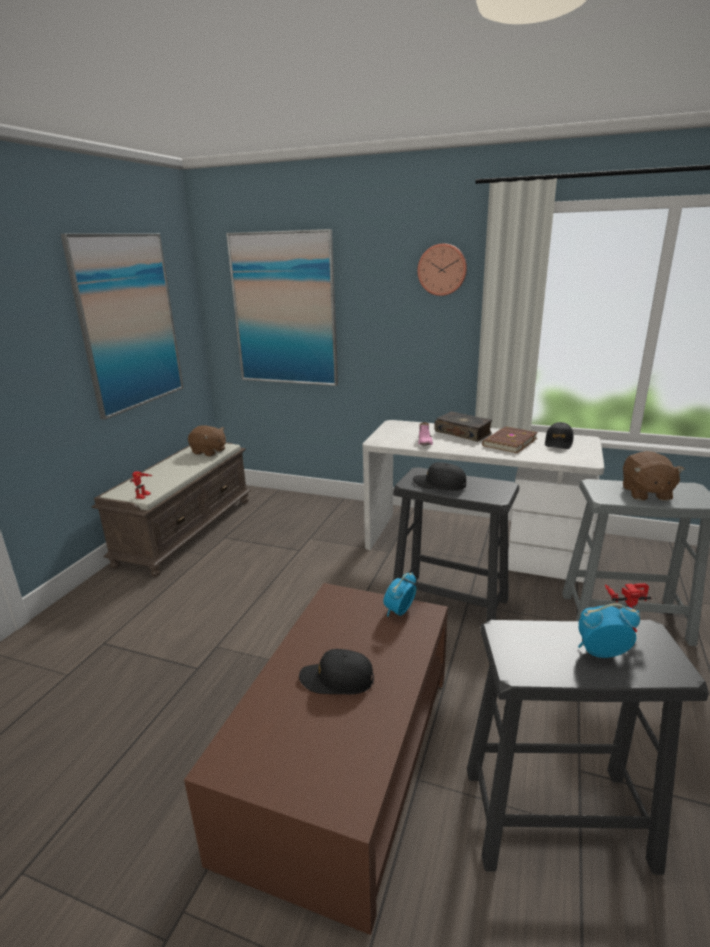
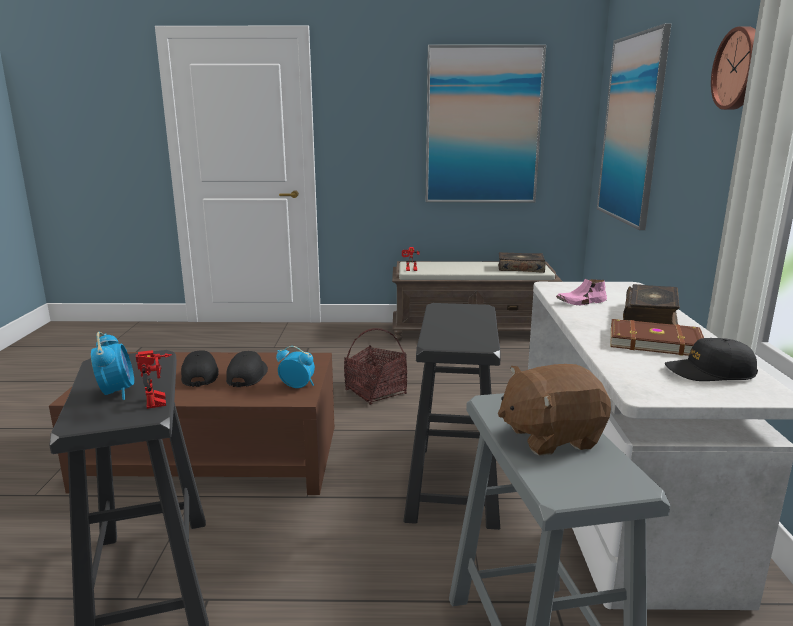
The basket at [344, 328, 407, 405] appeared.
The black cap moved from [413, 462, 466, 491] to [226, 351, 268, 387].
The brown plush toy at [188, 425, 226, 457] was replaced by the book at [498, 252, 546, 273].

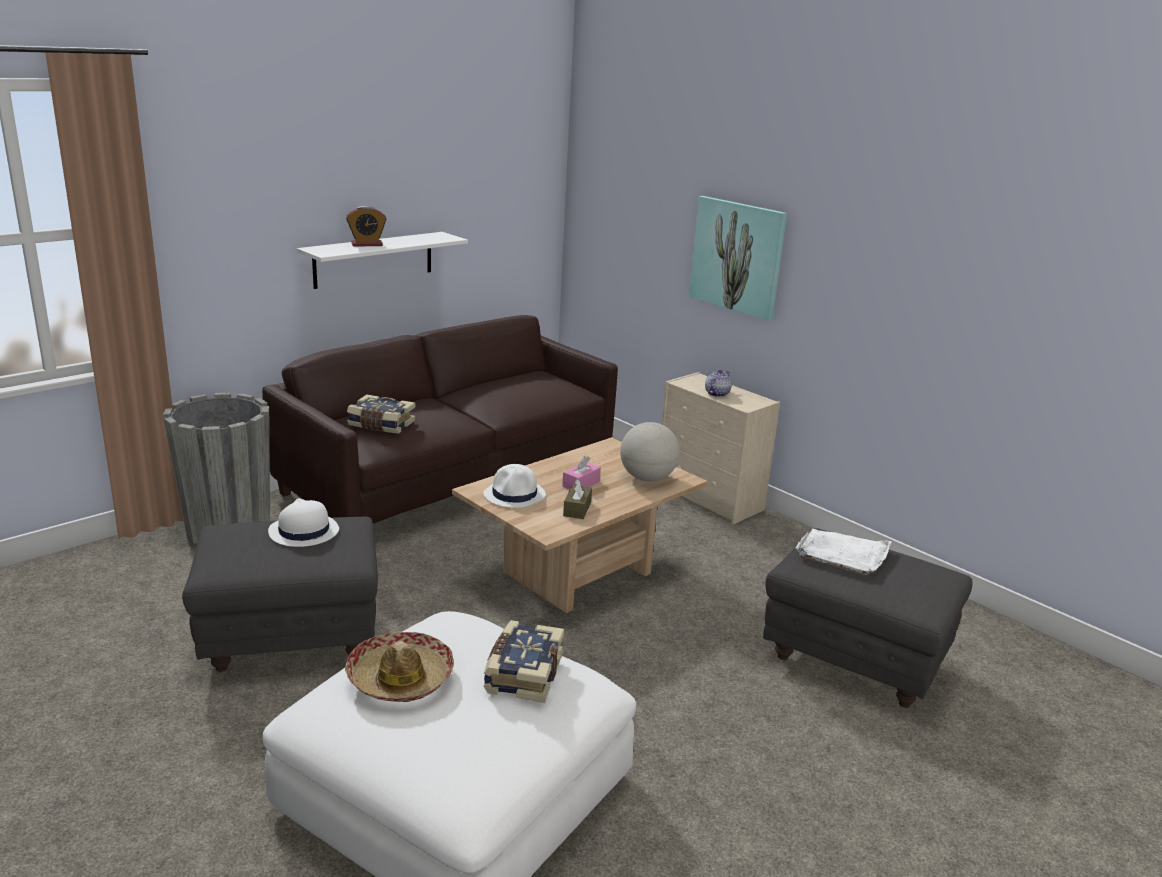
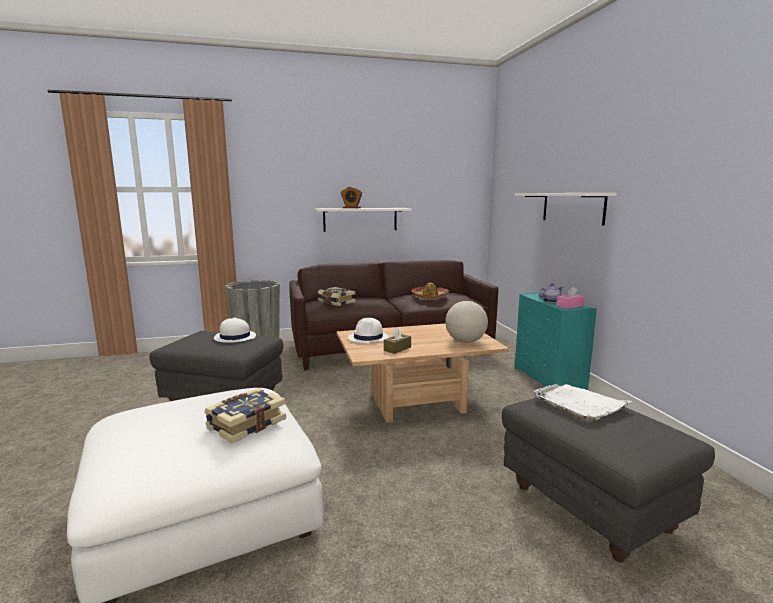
The hat moved from [345, 632, 454, 702] to [411, 282, 449, 299].
The pink tissue box moved from [562, 456, 601, 490] to [557, 287, 585, 309].
The picture at [689, 196, 787, 321] was replaced by the white shelf at [515, 193, 617, 226].
The beige dresser at [662, 372, 780, 524] became the turquoise dresser at [515, 293, 597, 390].

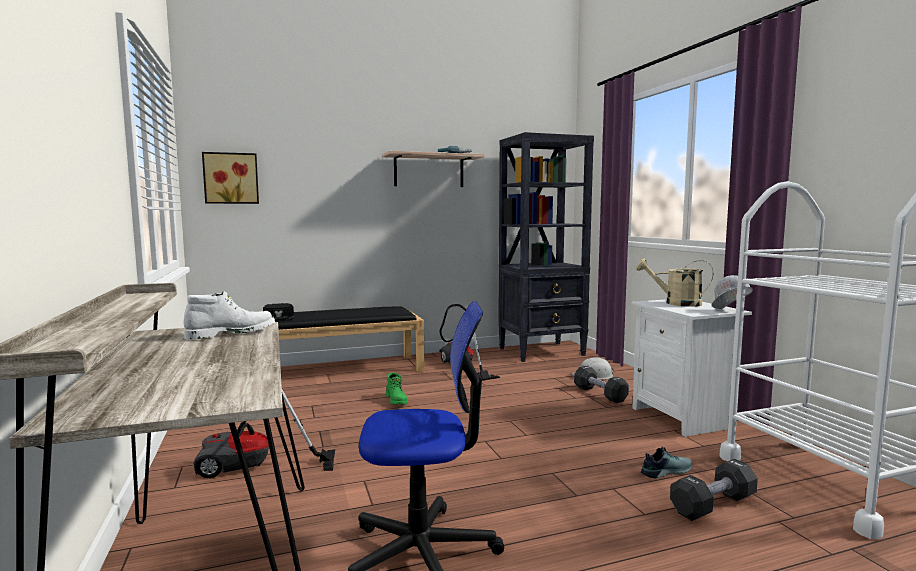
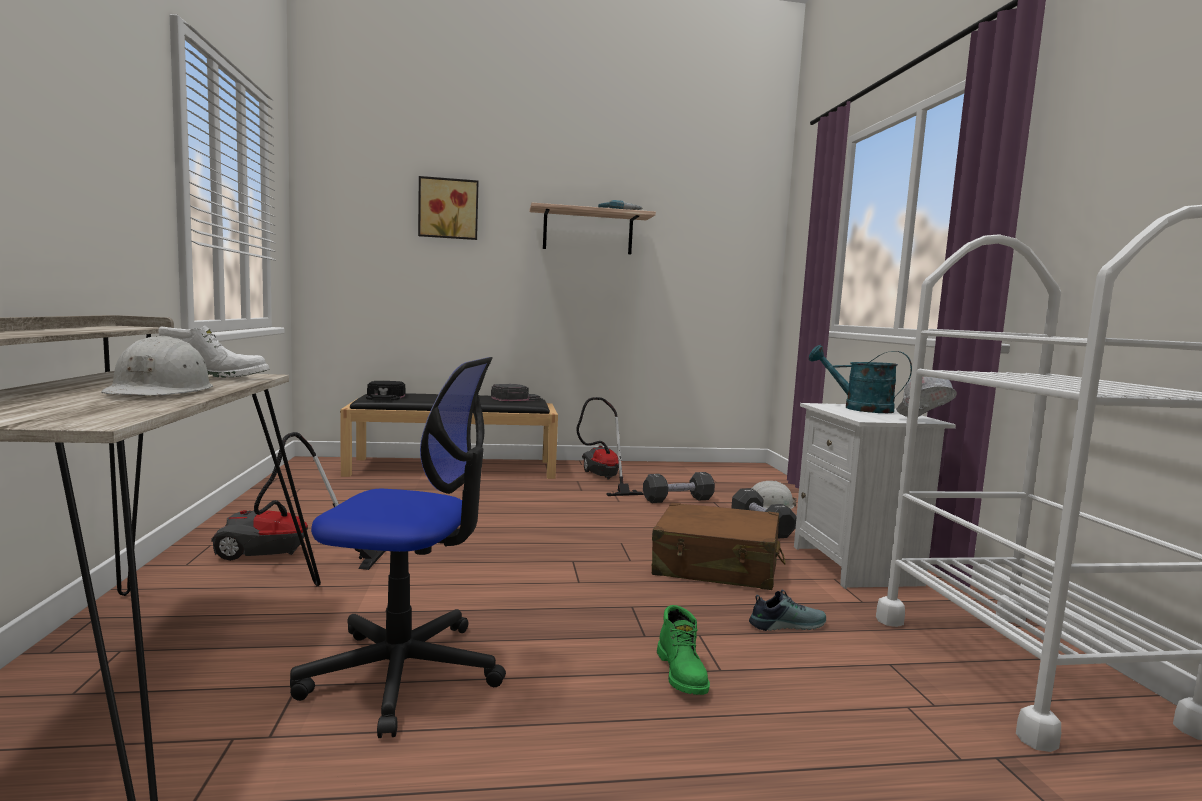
The black bookcase at [498, 132, 594, 362] disappeared.
The white hard hat at [101, 336, 213, 396] appeared.
The black cap at [491, 384, 540, 401] appeared.
The brown suitcase at [652, 503, 786, 590] appeared.
The picture moved from [202, 152, 259, 204] to [418, 176, 478, 240].
The green boot moved from [386, 373, 408, 404] to [657, 605, 710, 695].
The black dumbbell moved from [670, 459, 758, 521] to [643, 472, 715, 503].
The beige watering can at [636, 258, 713, 307] became the turquoise watering can at [809, 345, 912, 413].

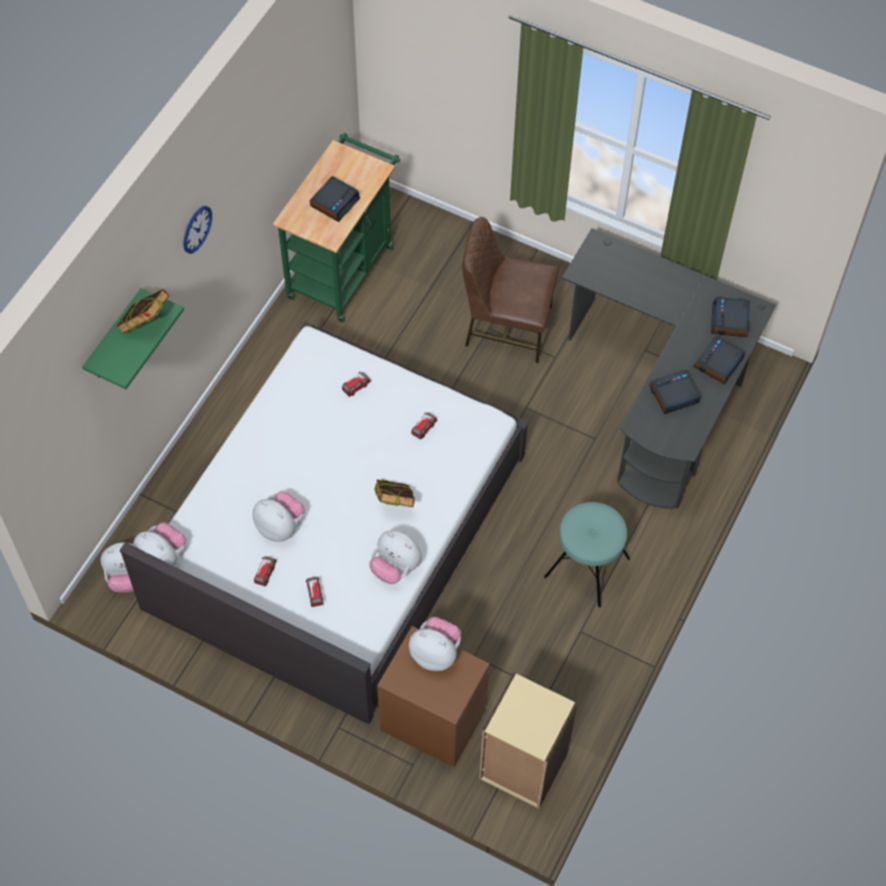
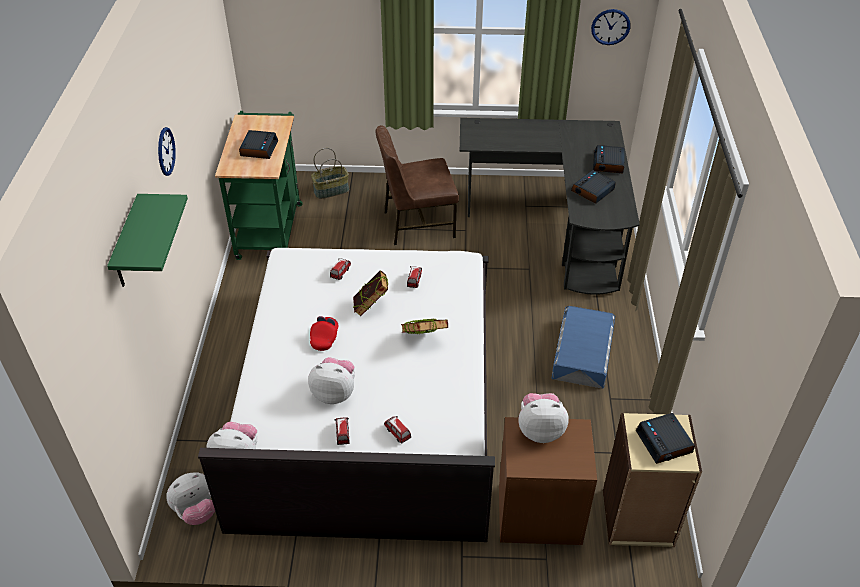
The plush toy at [369, 530, 422, 584] disappeared.
The red cap at [310, 316, 339, 351] appeared.
The basket at [311, 148, 349, 199] appeared.
The wall clock at [591, 9, 630, 45] appeared.
The book moved from [116, 289, 169, 333] to [353, 270, 388, 317].
The alarm clock moved from [711, 297, 750, 337] to [636, 413, 695, 464].
The turquoise stool at [544, 502, 630, 607] was replaced by the blue storage box at [552, 306, 615, 389].

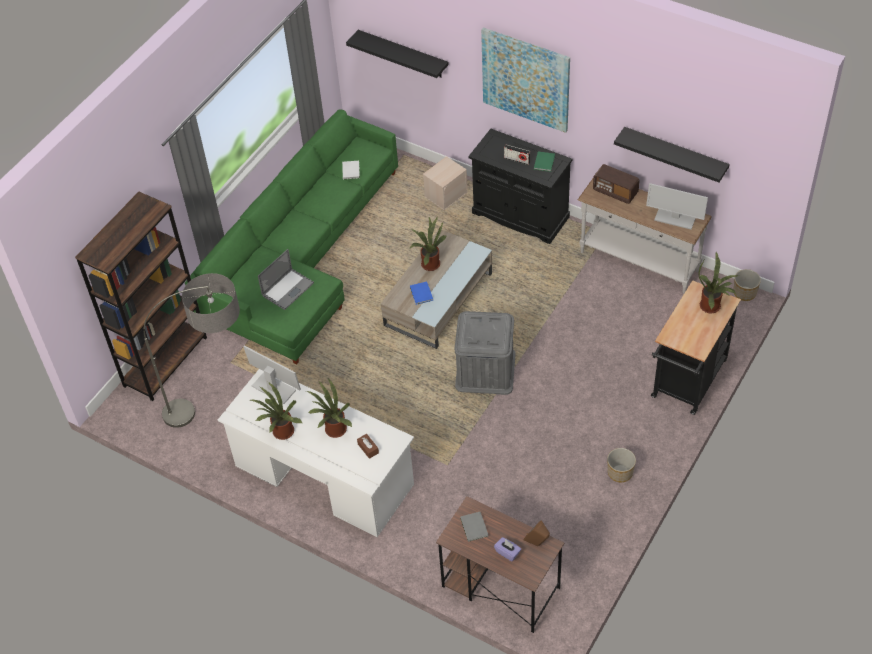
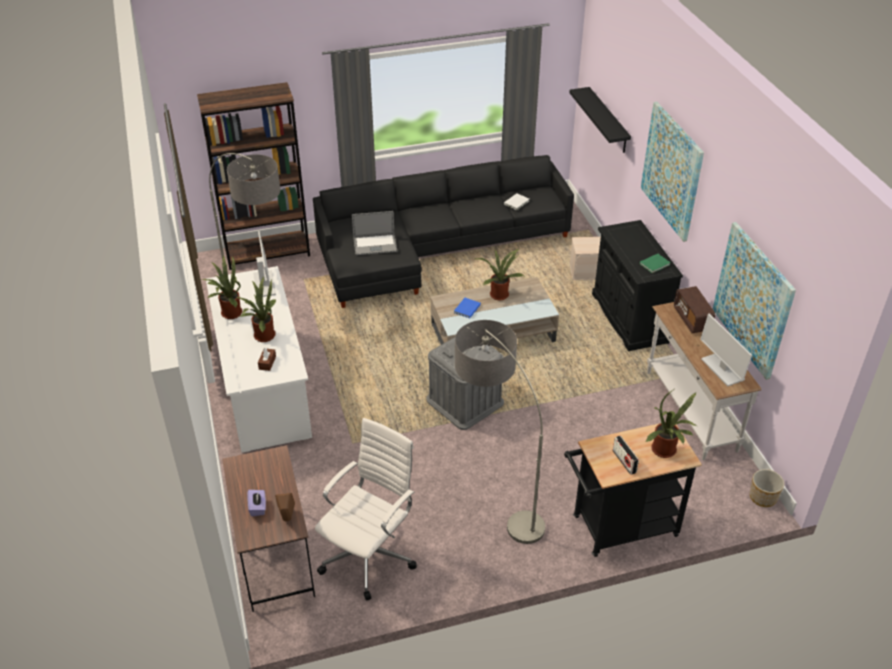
The grey book at [460, 512, 489, 542] disappeared.
The planter at [607, 448, 636, 482] disappeared.
The white office chair at [315, 418, 417, 601] appeared.
The floor lamp at [455, 320, 545, 544] appeared.
The radio moved from [504, 145, 530, 165] to [613, 436, 639, 475].
The black shelf at [614, 127, 730, 182] was replaced by the picture at [713, 222, 796, 380].
The green sofa at [185, 109, 398, 365] became the black sofa at [313, 155, 574, 308].

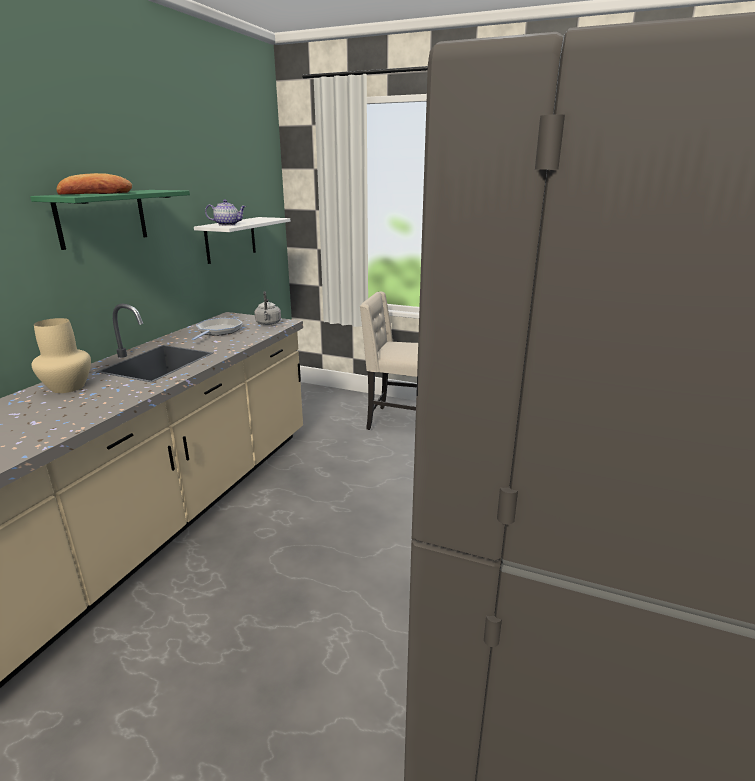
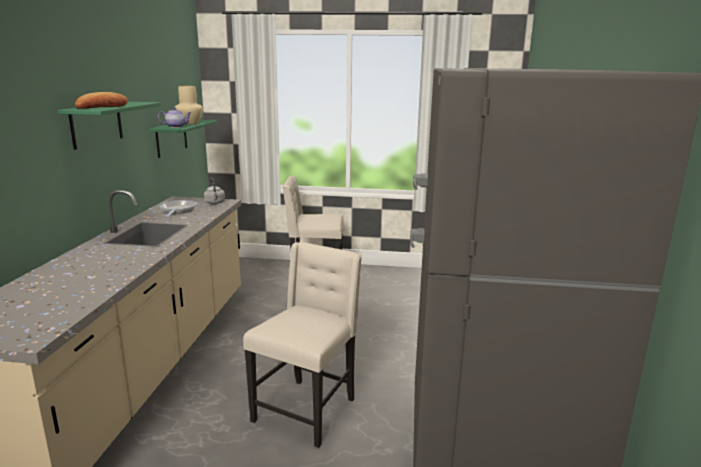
The beige chair at [243, 242, 362, 448] appeared.
The beige vase moved from [31, 318, 91, 393] to [175, 86, 203, 125].
The white shelf at [194, 217, 290, 264] became the green shelf at [150, 120, 217, 158].

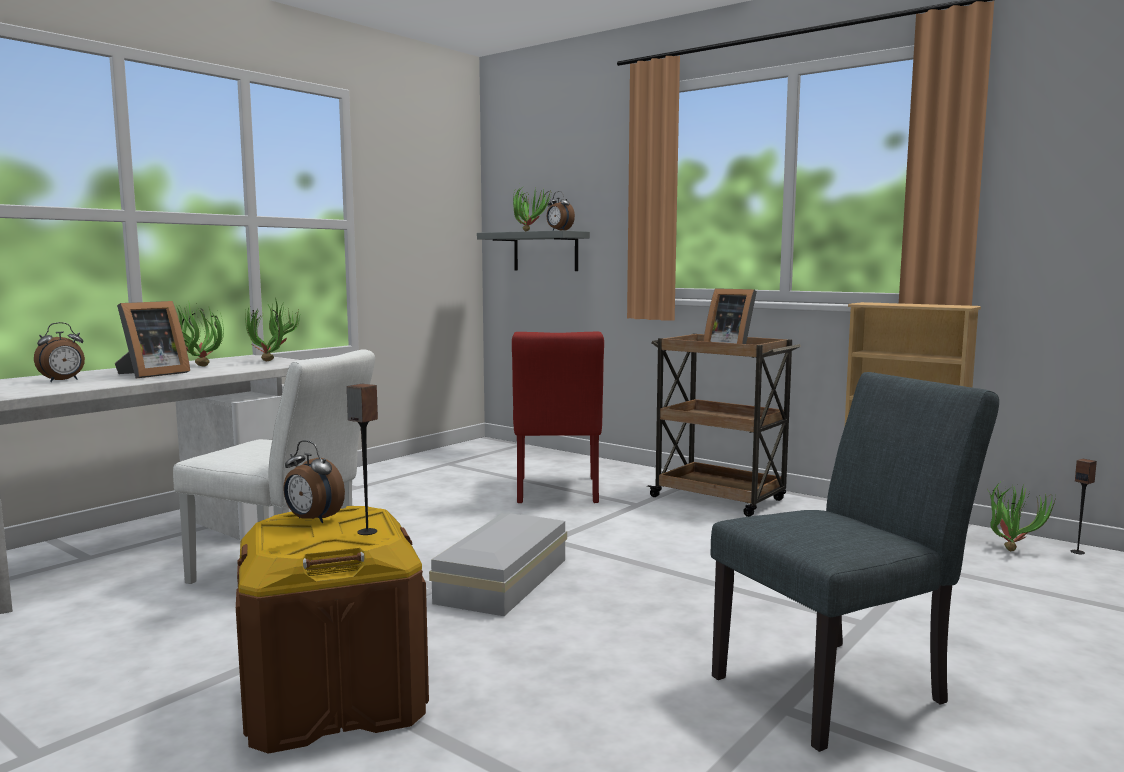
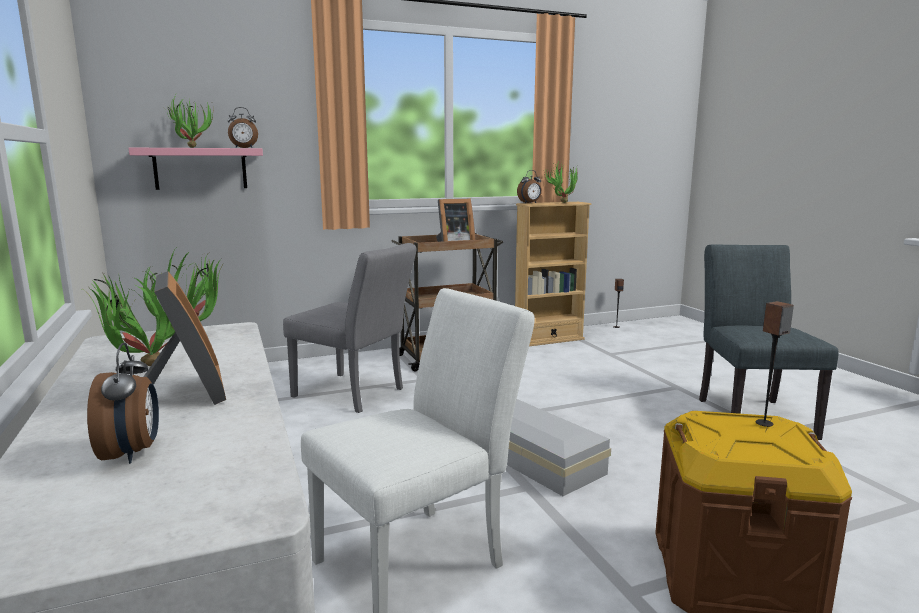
The alarm clock moved from [283, 440, 345, 523] to [517, 170, 542, 204].
The potted plant moved from [987, 483, 1056, 552] to [544, 163, 578, 203].
The grey shelf at [477, 230, 590, 271] became the pink shelf at [128, 148, 263, 190].
The red chair at [512, 332, 604, 503] became the grey chair at [283, 243, 416, 413].

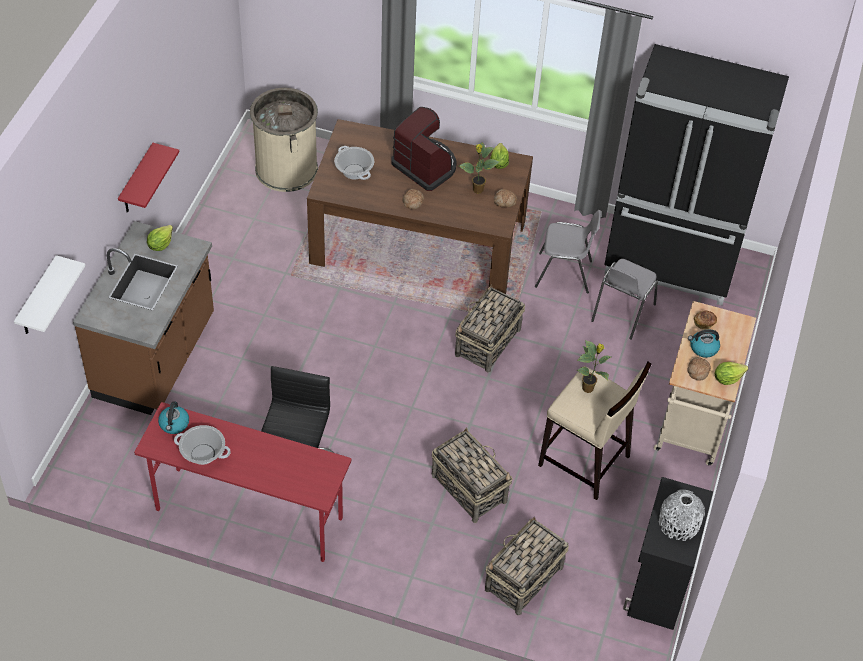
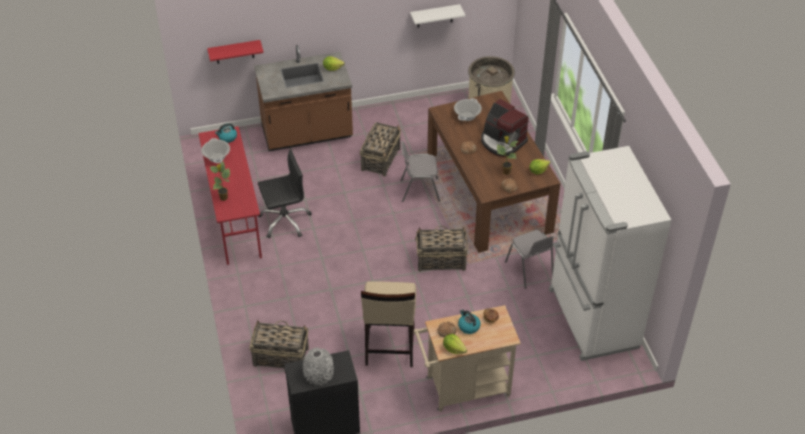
The white shelf moved from [14, 255, 85, 334] to [410, 4, 465, 28].
The red shelf moved from [118, 143, 179, 213] to [207, 40, 264, 64].
The basket moved from [432, 427, 513, 523] to [360, 122, 401, 177].
The potted plant moved from [577, 340, 611, 393] to [210, 161, 230, 201].
The grey chair moved from [591, 259, 658, 340] to [401, 141, 440, 202].
The black fridge at [604, 44, 789, 306] became the white fridge at [549, 146, 671, 361].
The coffee machine at [391, 107, 457, 191] turned 120 degrees clockwise.

